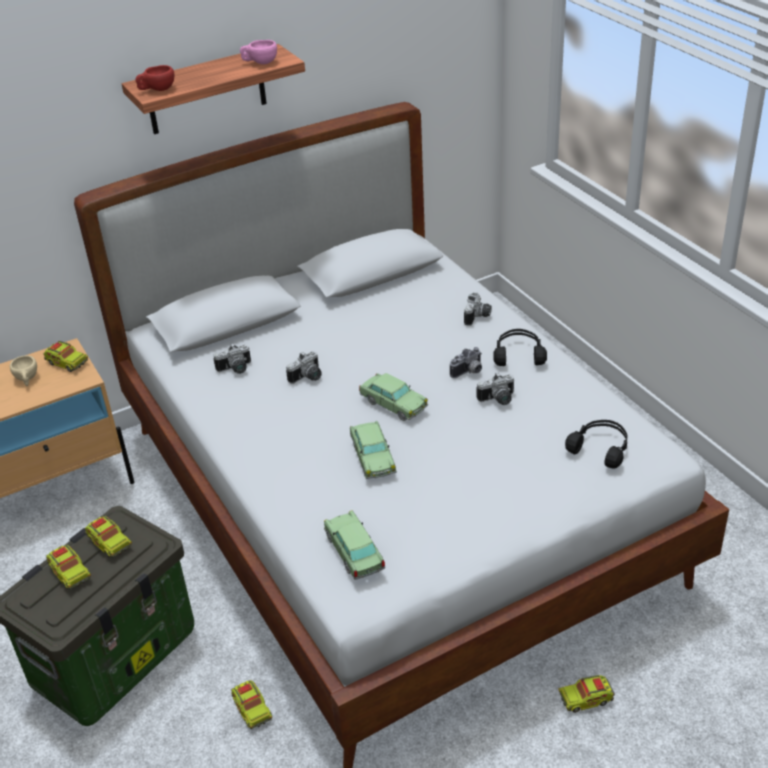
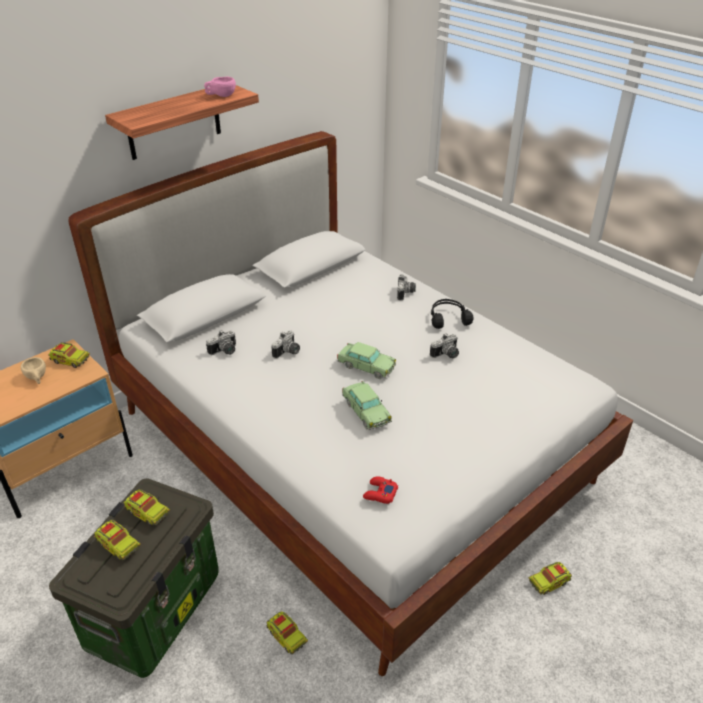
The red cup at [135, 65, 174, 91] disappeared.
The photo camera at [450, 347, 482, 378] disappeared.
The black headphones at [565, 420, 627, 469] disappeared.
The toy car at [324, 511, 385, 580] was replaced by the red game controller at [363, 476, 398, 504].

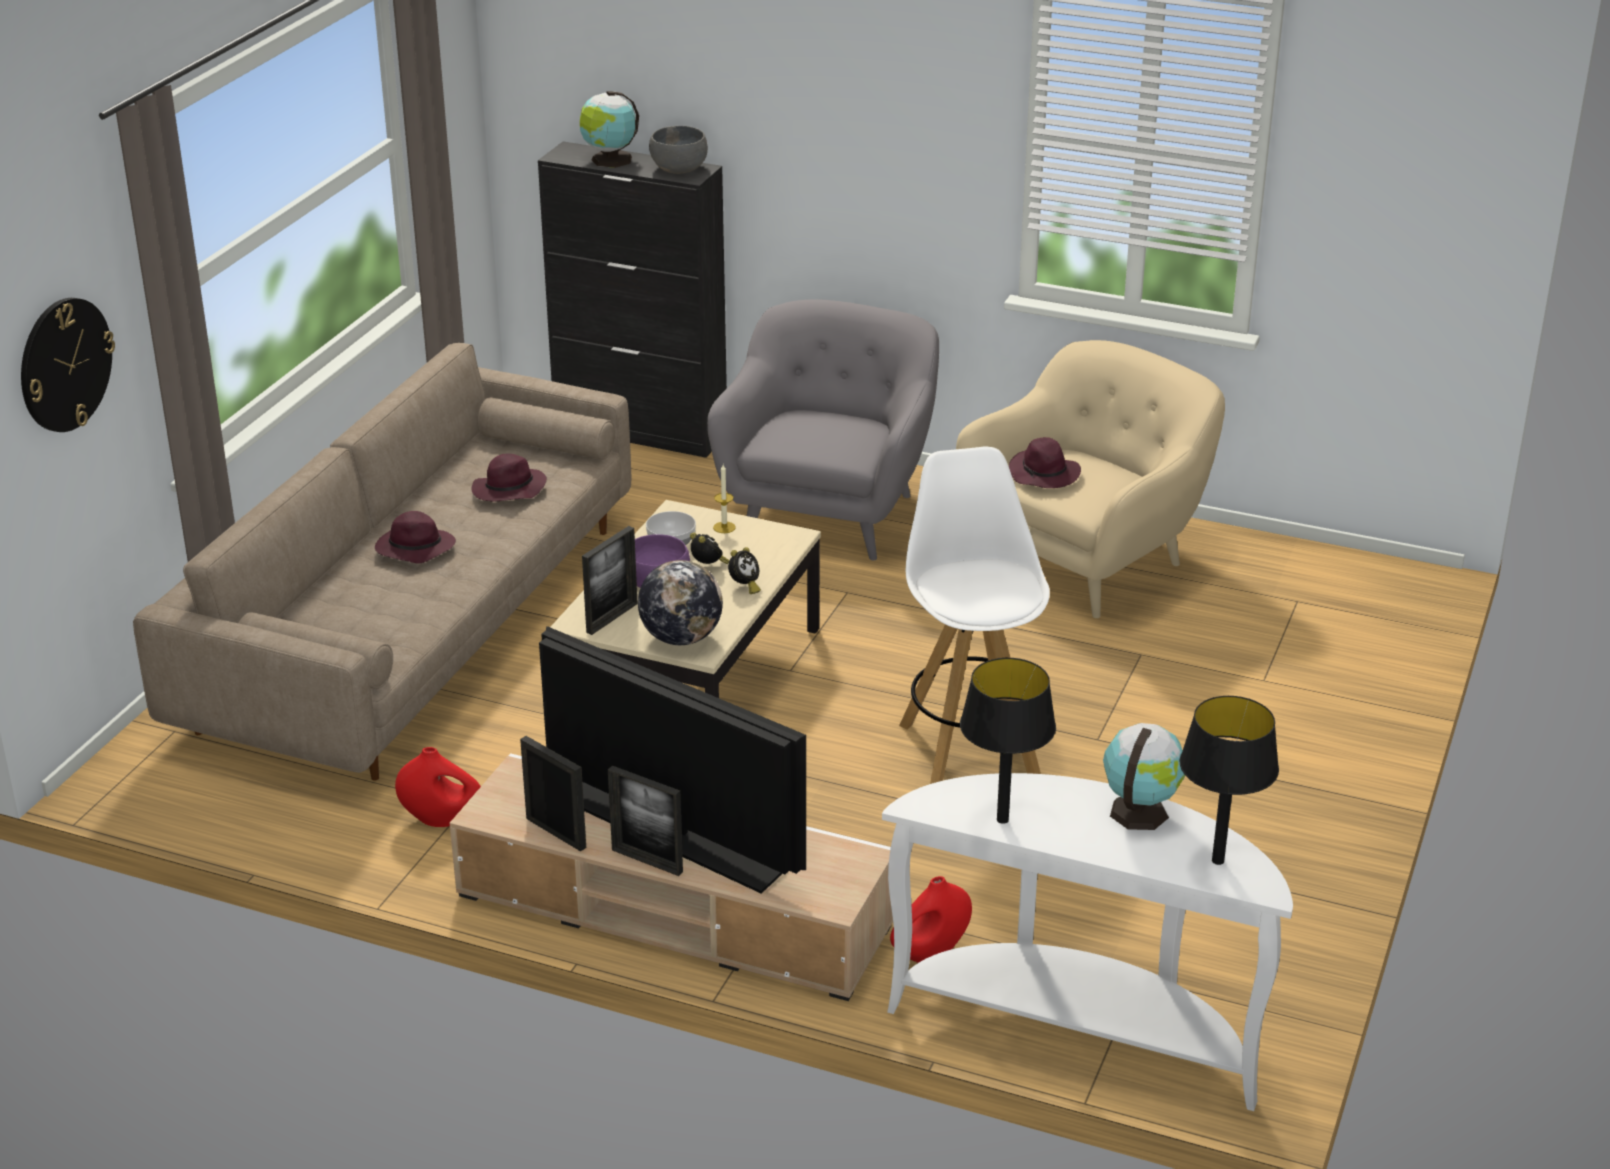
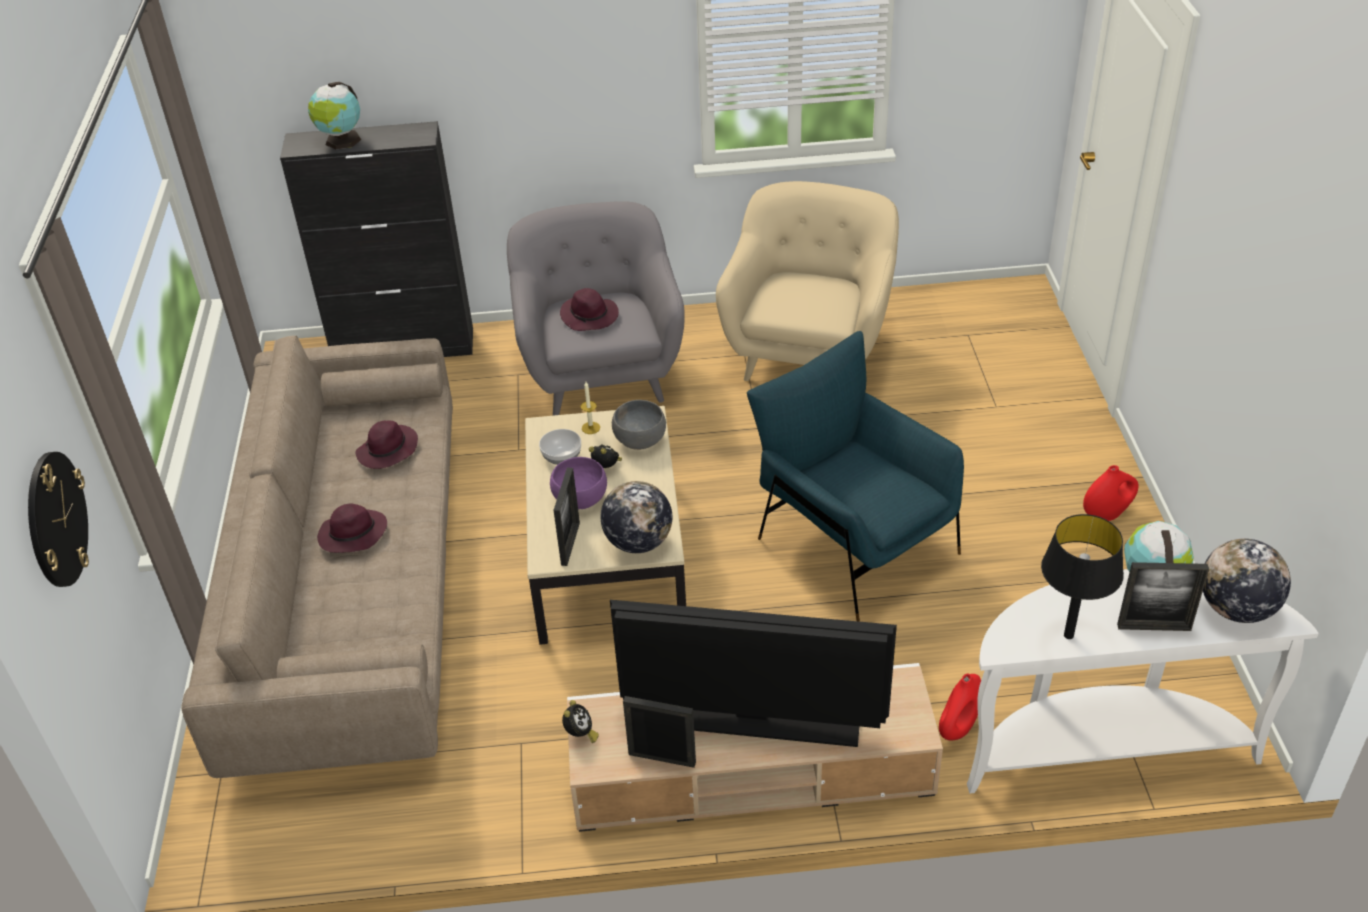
The red vase moved from [395, 747, 481, 827] to [1083, 465, 1139, 521].
The picture frame moved from [608, 766, 683, 876] to [1117, 562, 1209, 631].
The grey bowl moved from [649, 126, 708, 174] to [612, 400, 666, 450].
The alarm clock moved from [728, 547, 761, 594] to [562, 700, 599, 743].
The purple hat moved from [1009, 437, 1081, 488] to [560, 288, 619, 331].
The white stool at [899, 447, 1050, 784] was replaced by the blue armchair at [747, 331, 964, 621].
The black table lamp at [1179, 696, 1279, 865] was replaced by the globe at [1203, 539, 1291, 623].

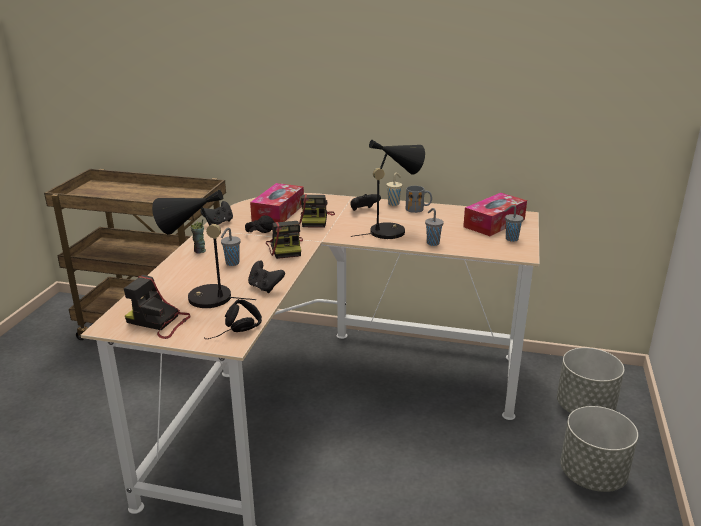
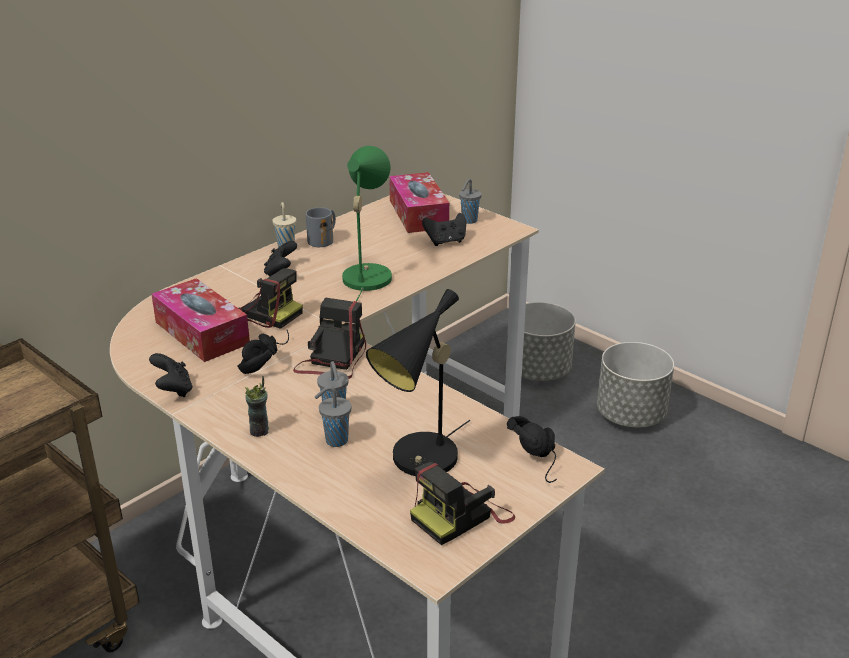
The black game controller moved from [248, 261, 285, 293] to [422, 213, 466, 246].
The grey cup moved from [425, 208, 444, 246] to [315, 386, 351, 447].
The black table lamp at [351, 140, 425, 239] became the green table lamp at [342, 146, 392, 302].
The photo camera at [266, 221, 303, 259] turned 90 degrees counterclockwise.

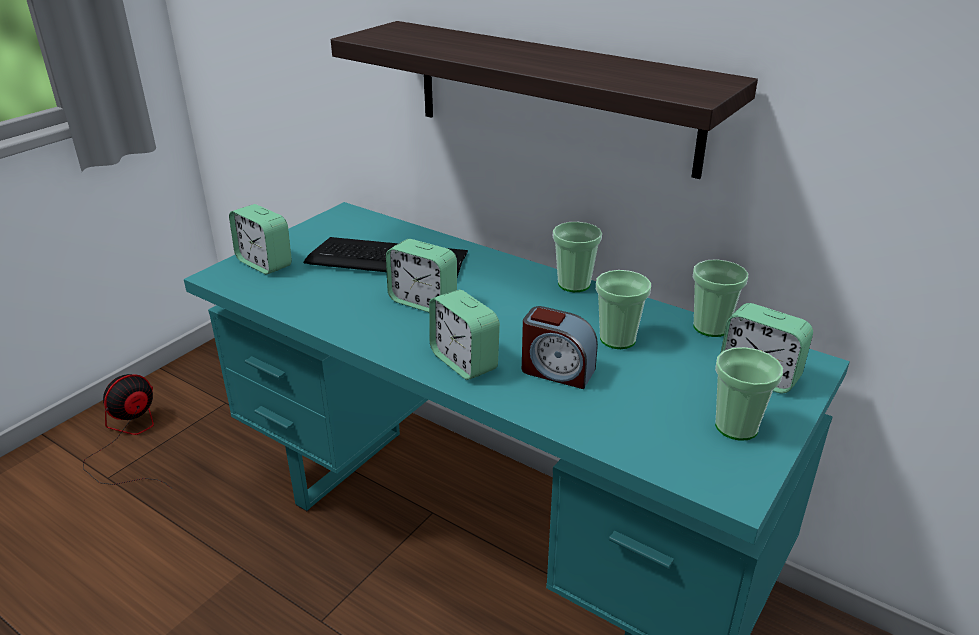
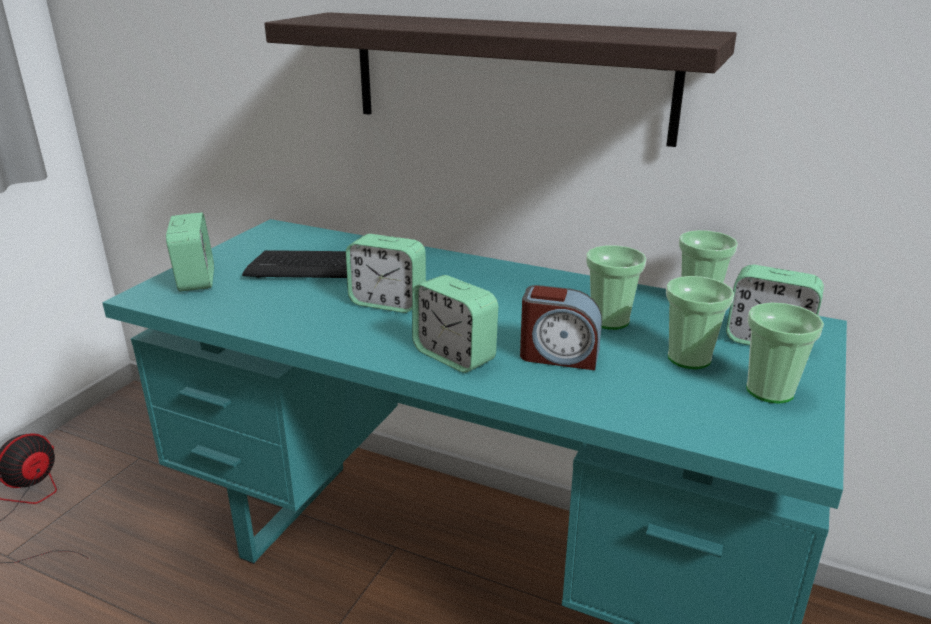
The cup moved from [553, 222, 602, 292] to [666, 276, 734, 369].
The alarm clock at [229, 204, 292, 274] turned 135 degrees counterclockwise.

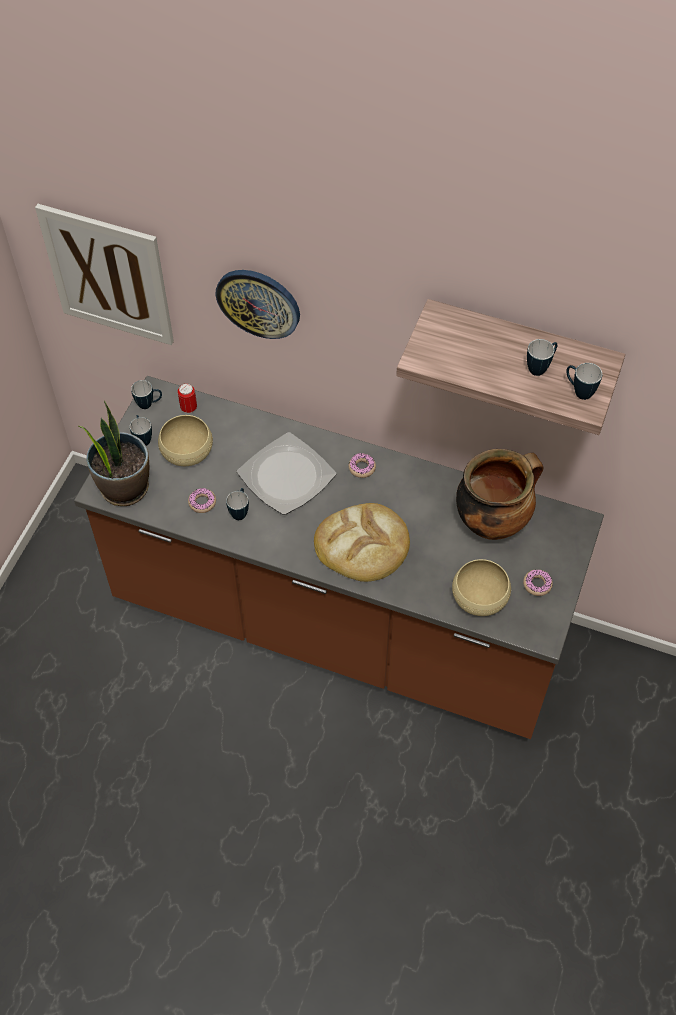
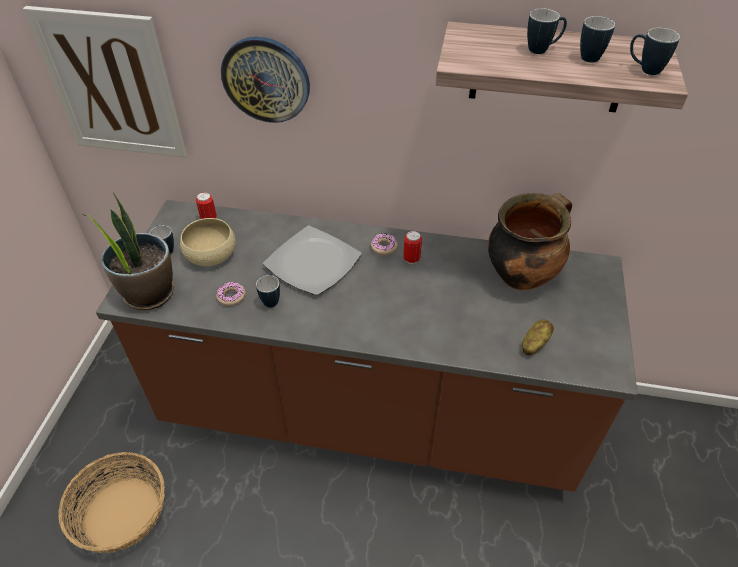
The bread at [314, 503, 410, 582] disappeared.
The donut at [523, 570, 553, 596] disappeared.
The basket at [58, 452, 165, 553] appeared.
The can at [403, 231, 422, 264] appeared.
The mug moved from [131, 380, 162, 409] to [527, 8, 567, 54].
The beige bowl at [452, 559, 511, 616] was replaced by the potato at [522, 319, 554, 356].

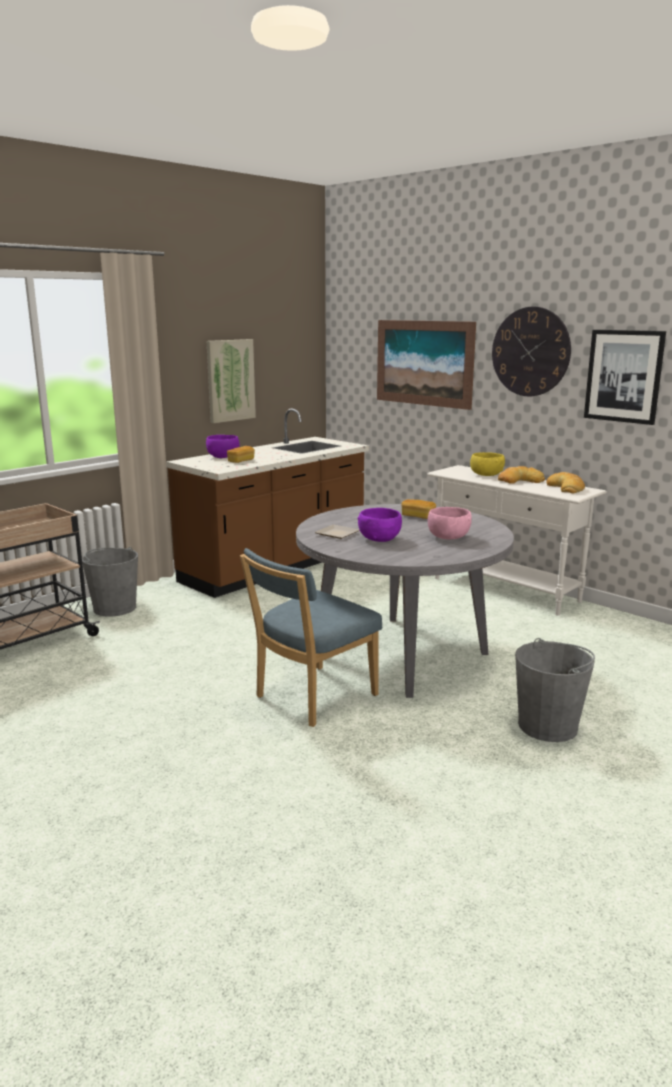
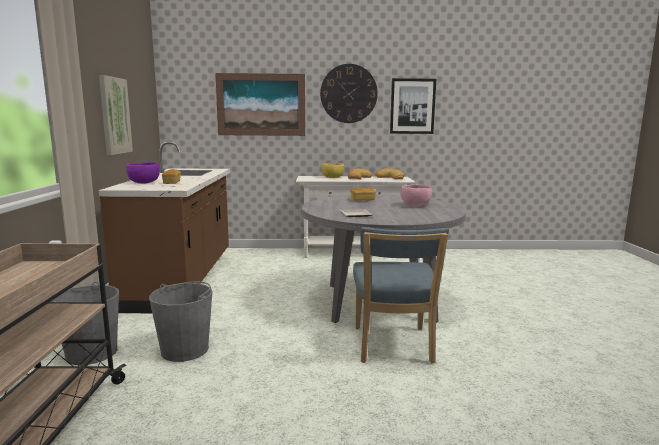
The purple bowl at [358, 508, 402, 542] disappeared.
The grey bucket moved from [515, 638, 595, 742] to [149, 282, 213, 362].

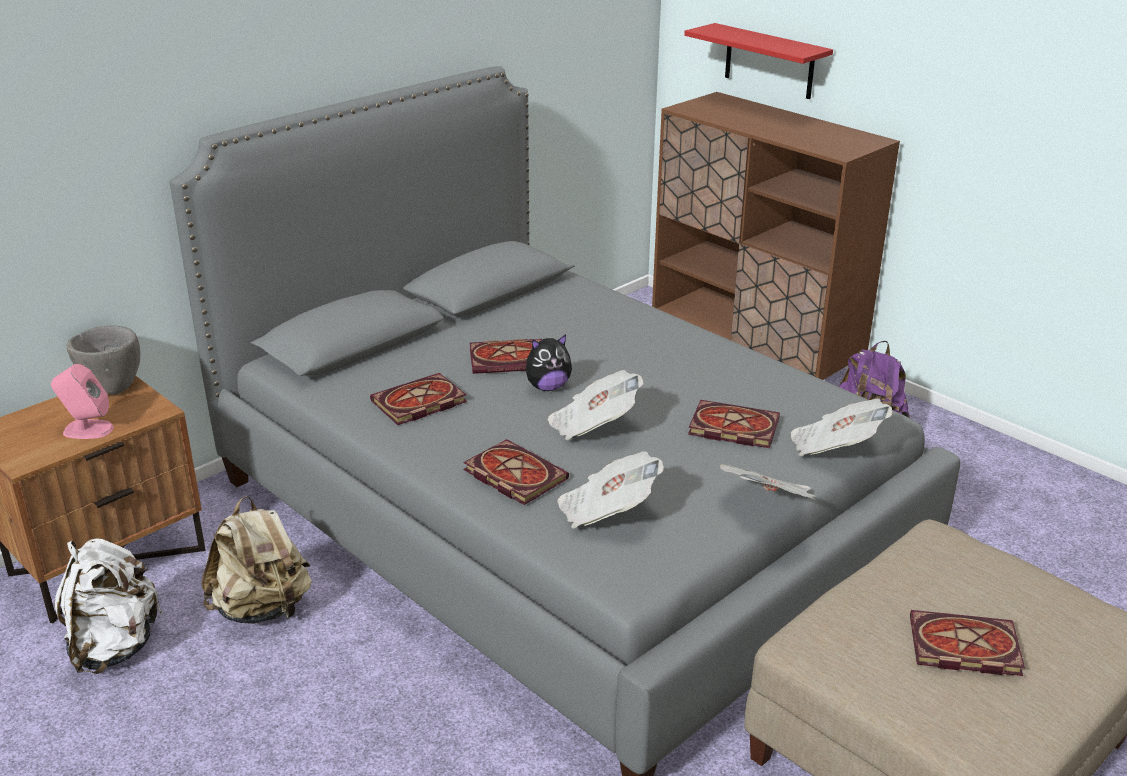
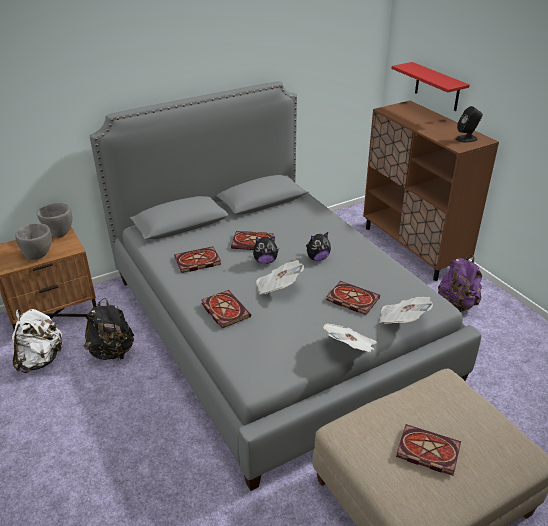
The newspaper at [557, 451, 664, 529] disappeared.
The plush toy at [306, 232, 331, 261] appeared.
The black speaker at [456, 106, 483, 143] appeared.
The pink speaker at [51, 364, 114, 439] was replaced by the grey bowl at [15, 223, 52, 260].
The beige backpack at [201, 496, 312, 624] became the black backpack at [84, 298, 134, 360].

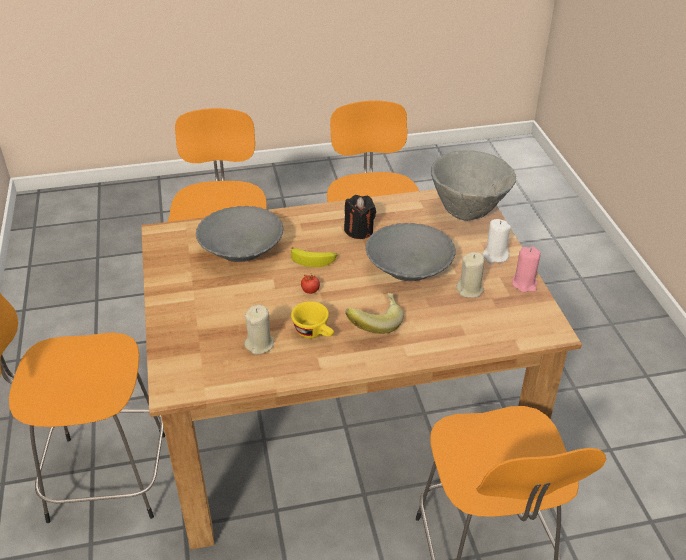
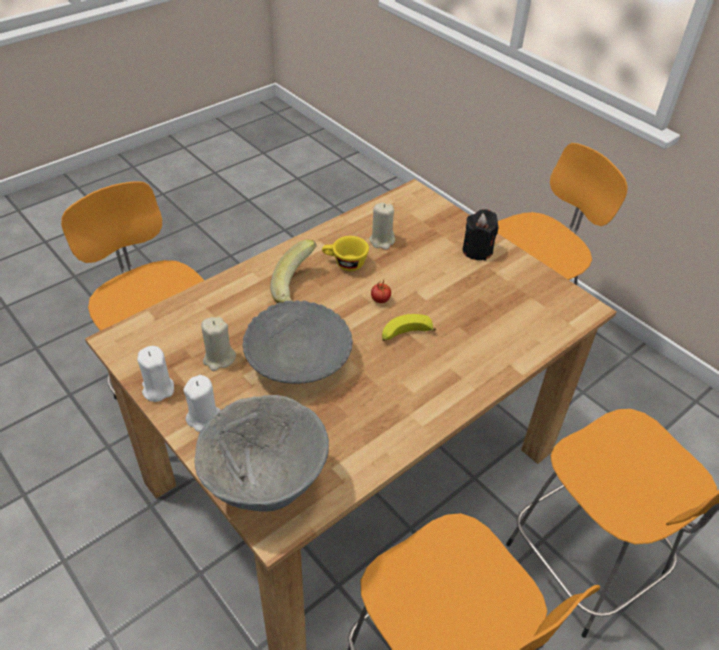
The grey bowl at [196, 206, 283, 262] disappeared.
The black candle moved from [344, 195, 376, 239] to [463, 209, 499, 260].
The pink candle at [512, 247, 541, 292] became the white candle at [137, 346, 174, 402].

